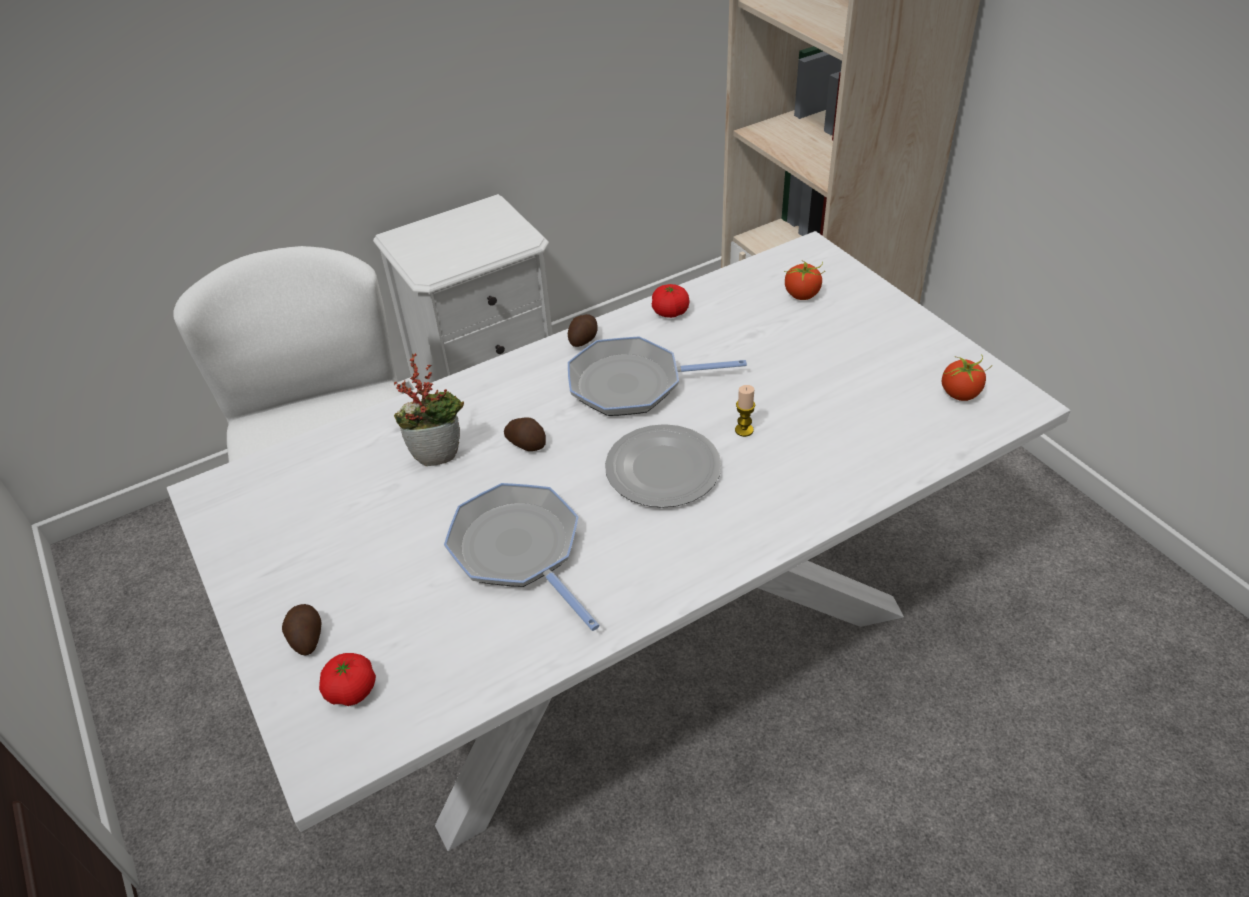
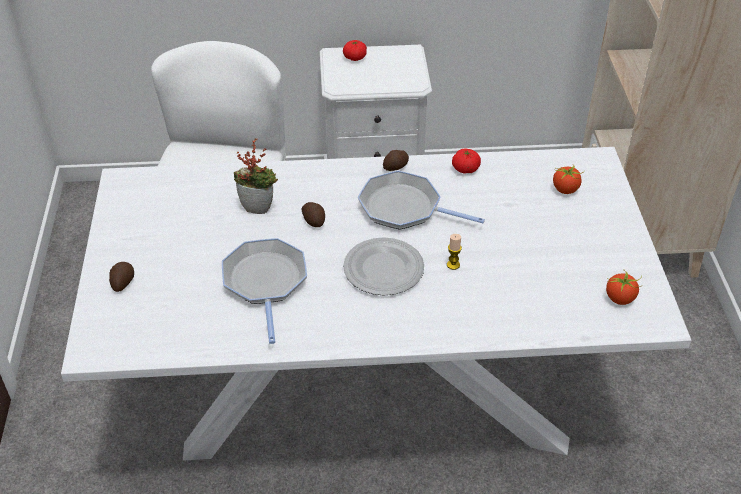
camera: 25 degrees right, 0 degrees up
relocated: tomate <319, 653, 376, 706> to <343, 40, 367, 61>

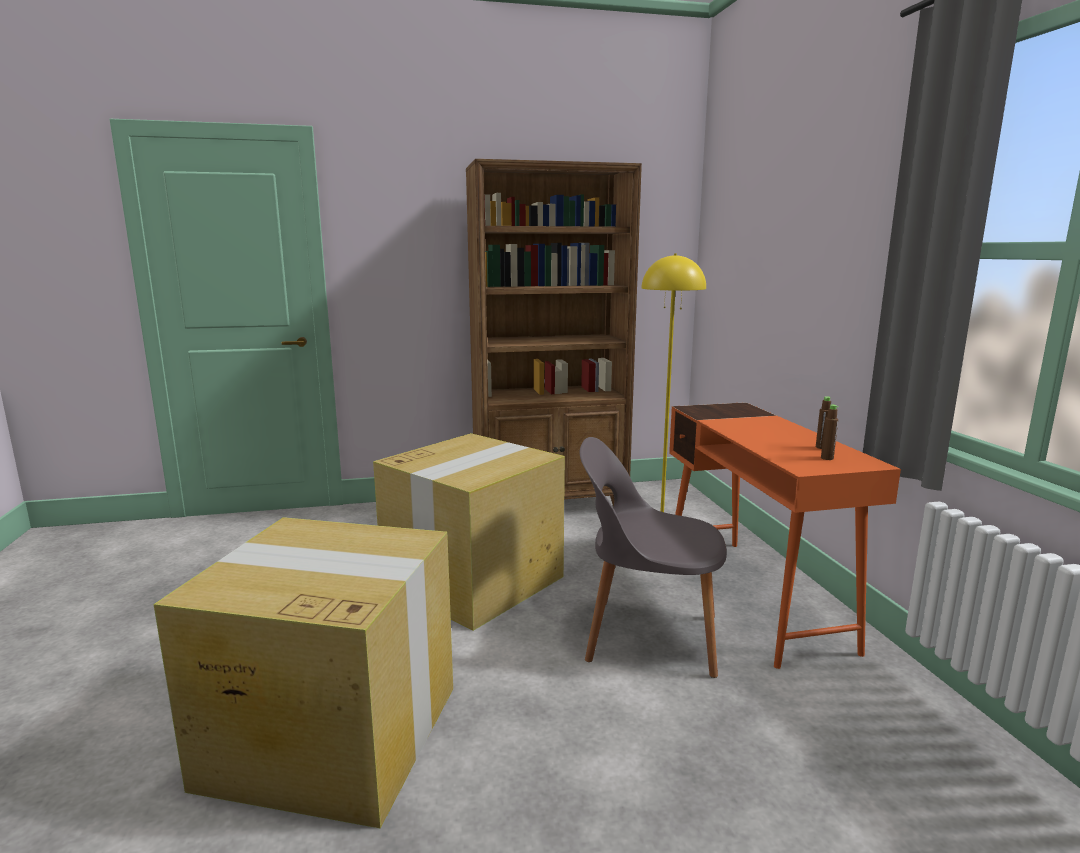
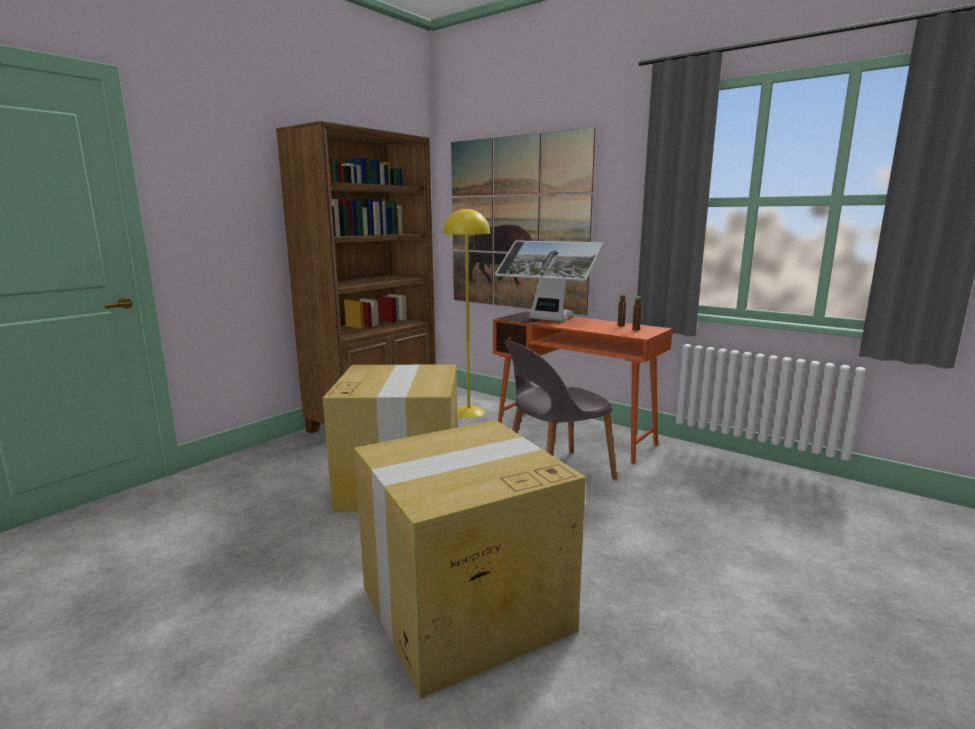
camera: 40 degrees left, 0 degrees up
appeared: cuadro <451, 127, 596, 315>; monitor <495, 240, 603, 322>

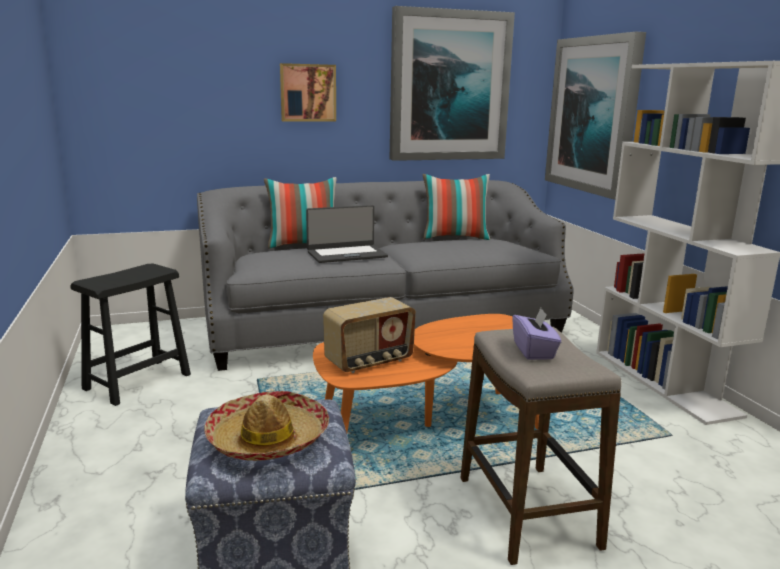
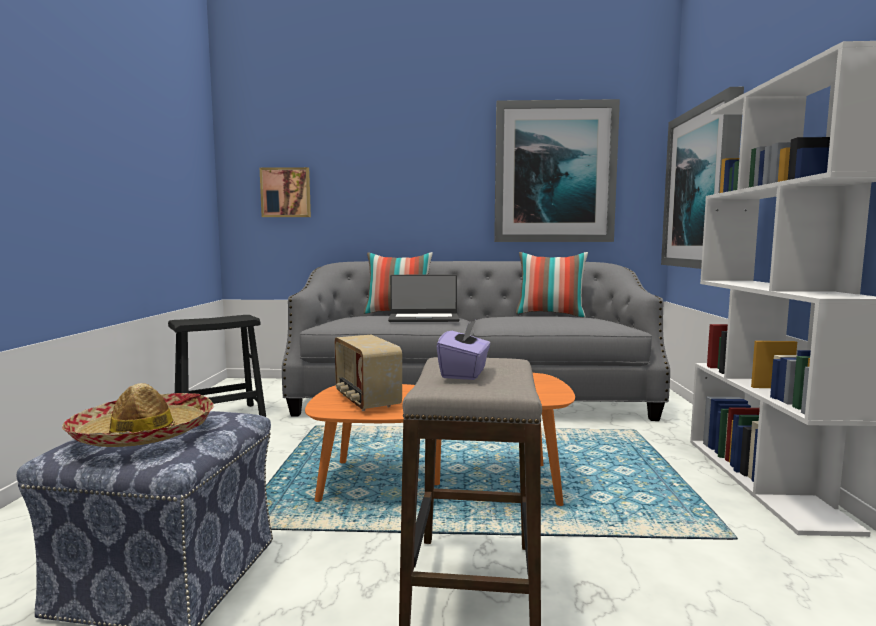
camera: 20 degrees right, 10 degrees down
relocated: cuadro <280, 63, 336, 122> to <260, 167, 311, 217>
spun: radio <323, 297, 416, 373> = <334, 335, 402, 411> 75 degrees clockwise

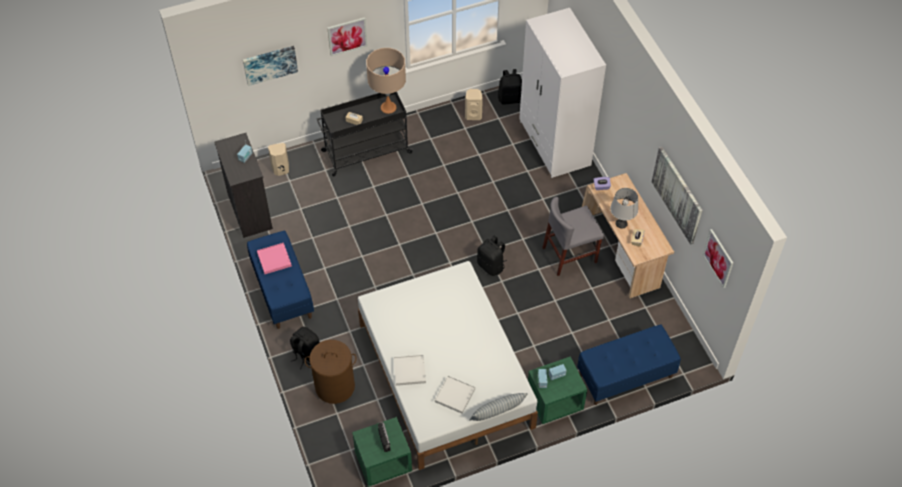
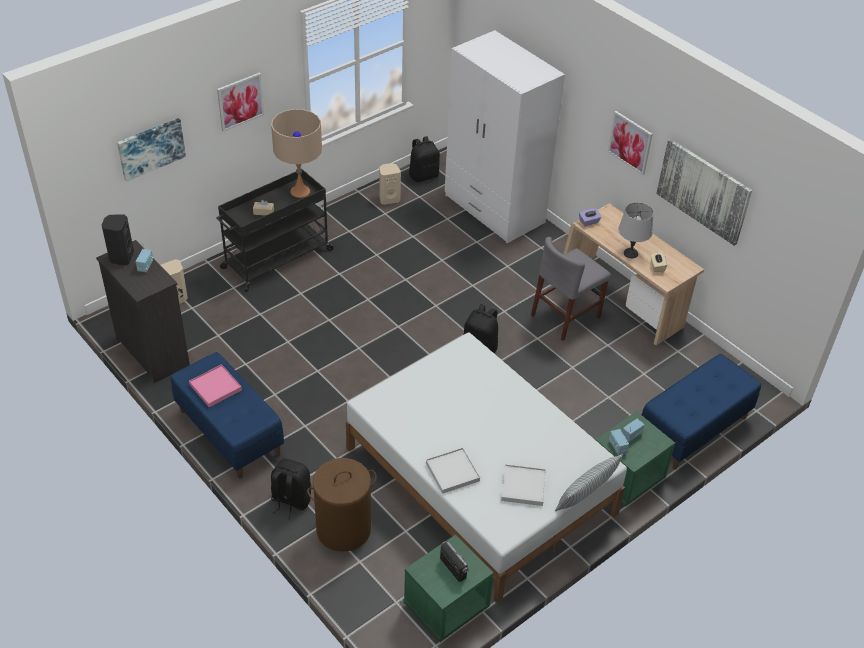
camera: 20 degrees left, 10 degrees down
appeared: altavoz [negro] <102, 214, 134, 266>
relocated: cuadro <703, 229, 733, 288> to <608, 111, 653, 175>

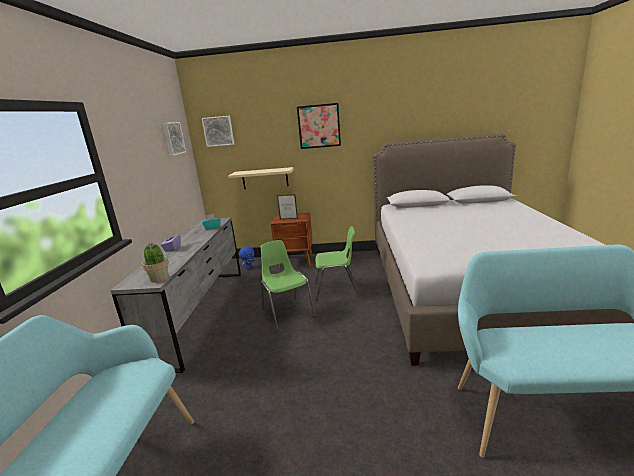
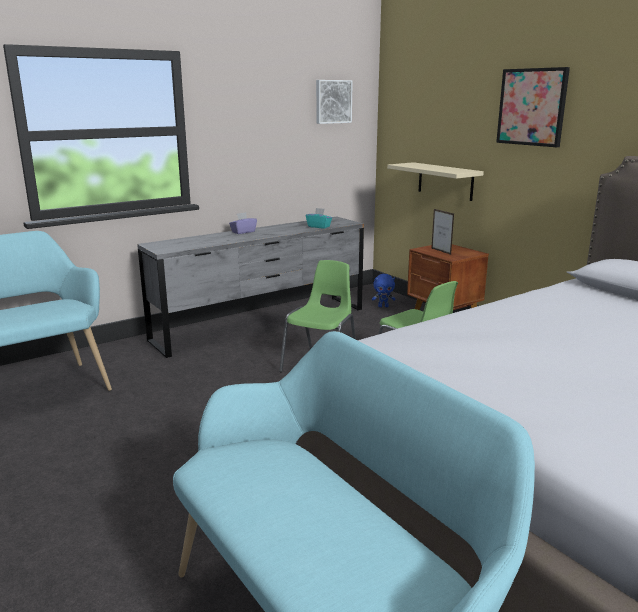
camera: 50 degrees right, 0 degrees up
missing: planta en maceta <142, 243, 169, 283>; cuadro <202, 116, 234, 147>

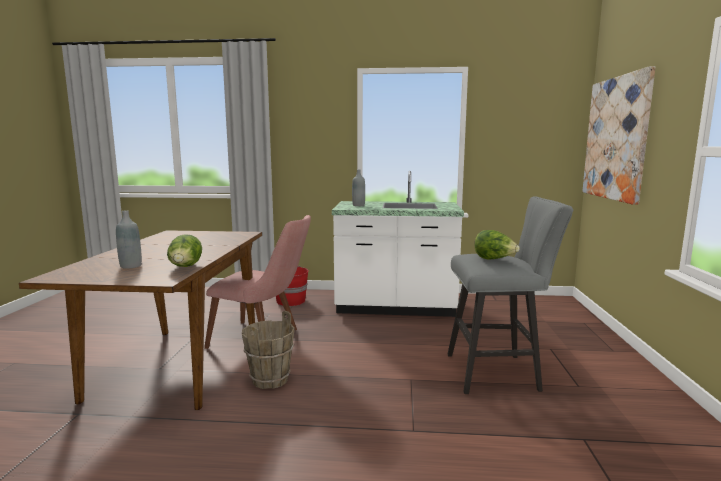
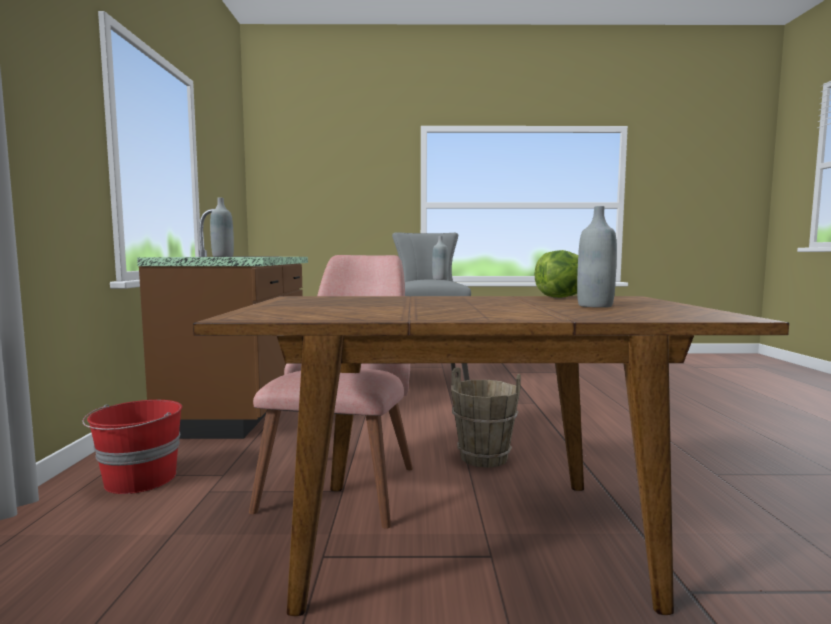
camera: 95 degrees left, 5 degrees down
missing: cuadro <582, 66, 656, 205>
exchanged: lechuga <475, 230, 520, 260> to botella [gris] <432, 236, 448, 280>
colour: mueble bajo de cocina [blanco] <332, 171, 464, 317> to mueble bajo de cocina [marrón] <137, 209, 308, 439>

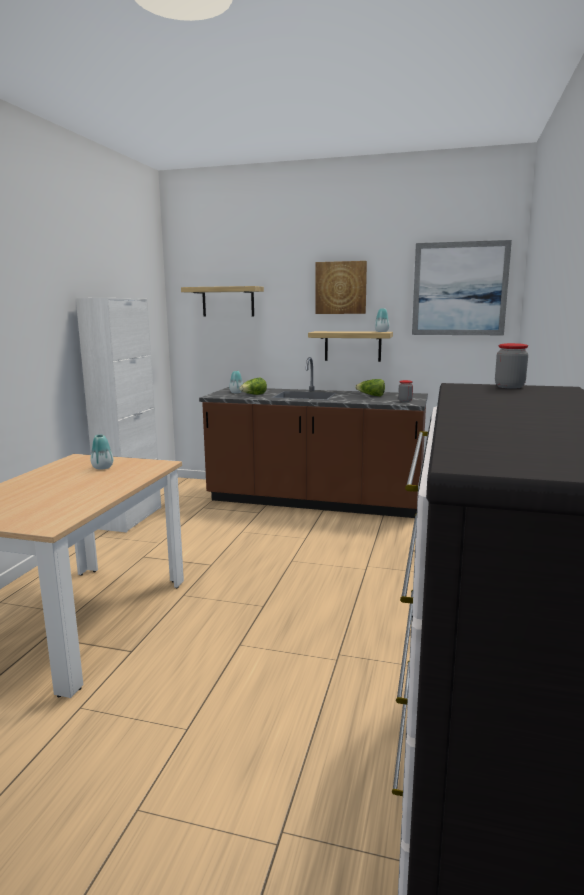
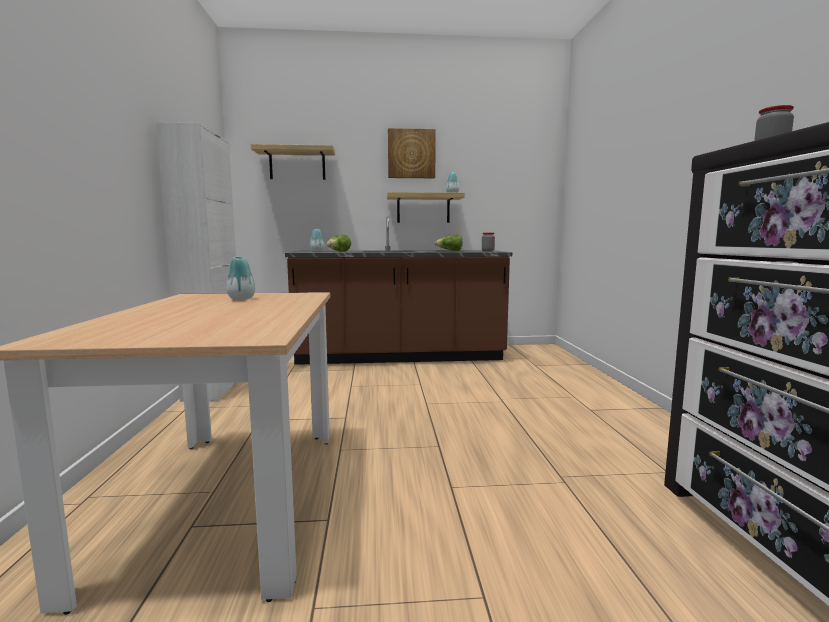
camera: 20 degrees left, 5 degrees down
missing: cuadro <412, 240, 512, 335>

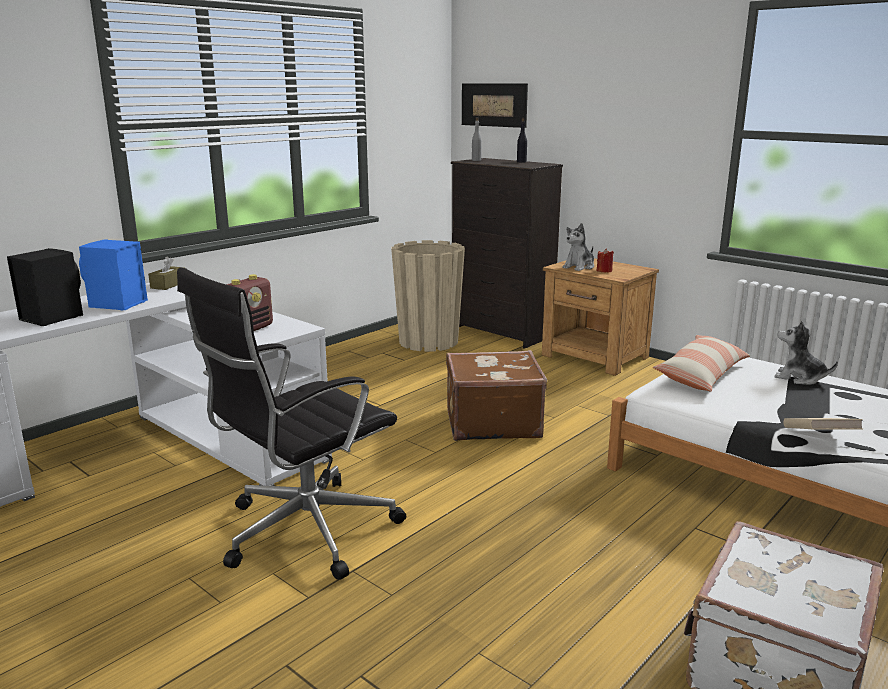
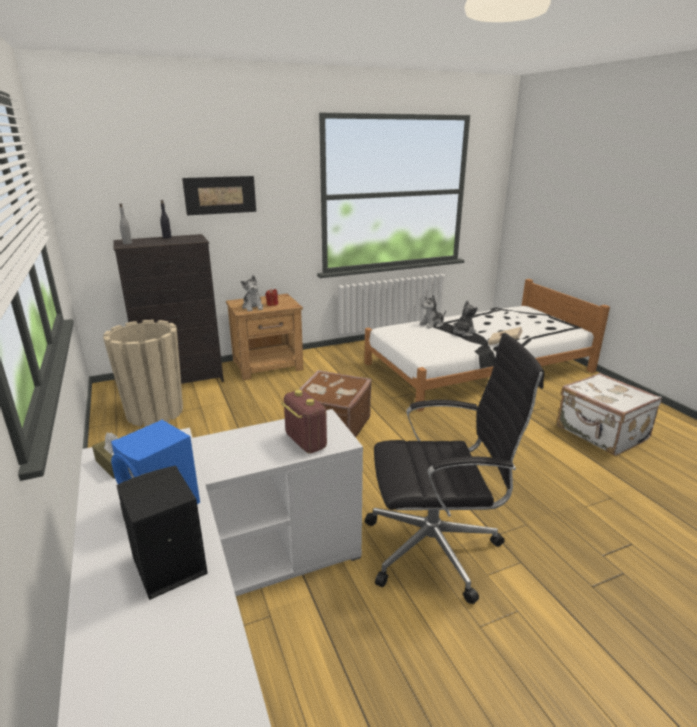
camera: 65 degrees left, 5 degrees up
missing: cojín <653, 335, 751, 391>
appeared: peluche <453, 300, 478, 337>
relocated: cuadro <462, 84, 528, 128> to <182, 176, 256, 215>
spun: silla de oficina [negro] <177, 267, 406, 580> = <365, 333, 544, 604> 75 degrees counterclockwise

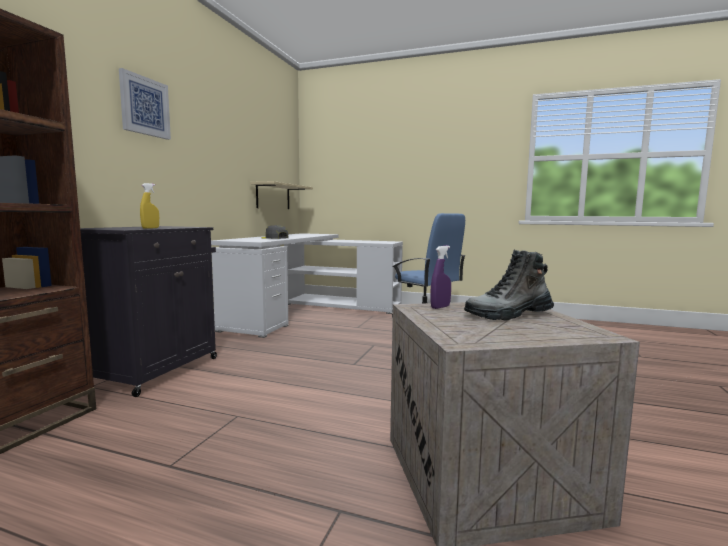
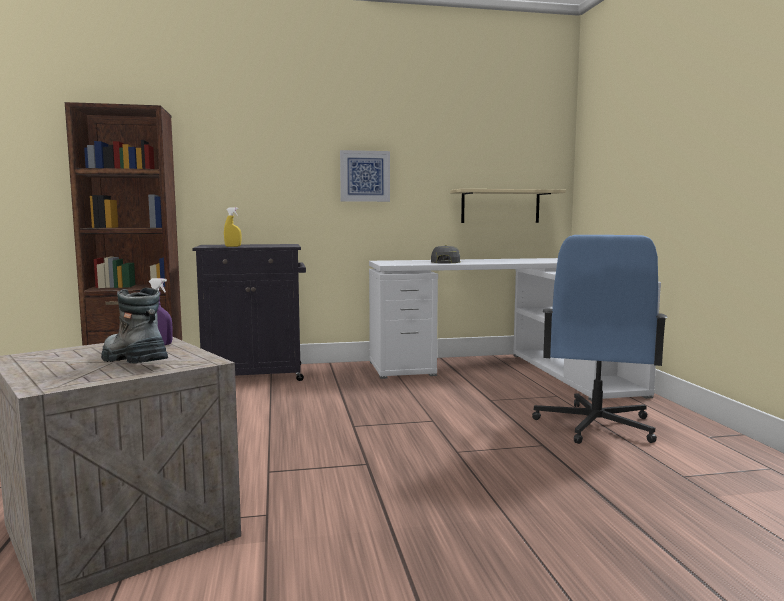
camera: 60 degrees right, 0 degrees up
relocated: cuadro <119, 68, 171, 140> to <340, 150, 390, 202>

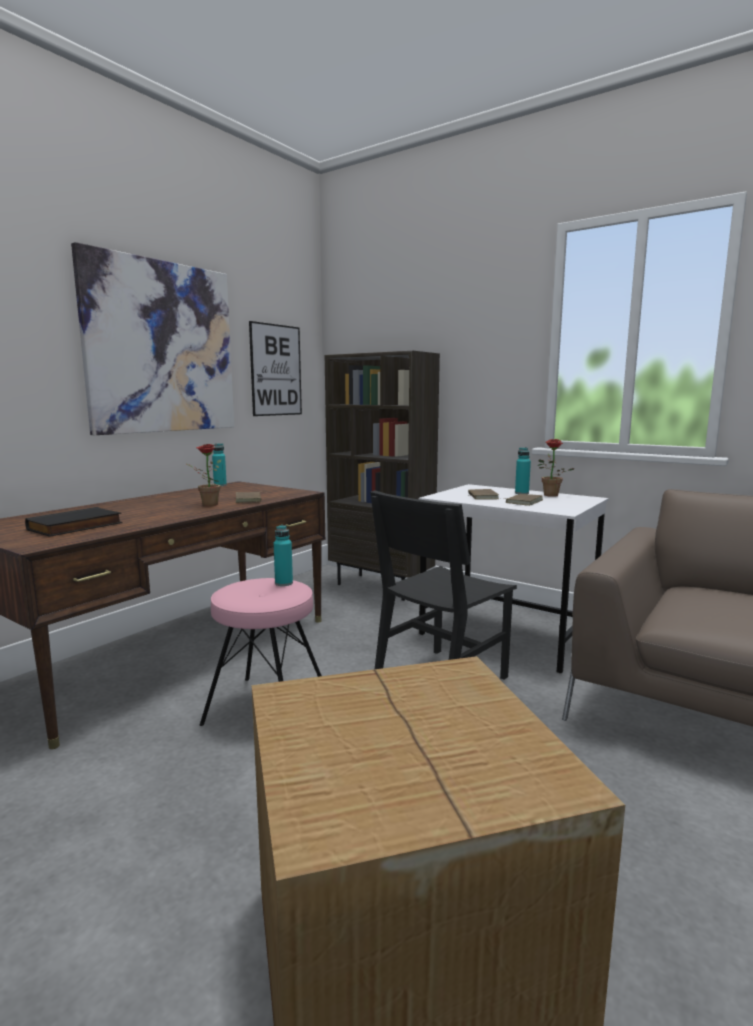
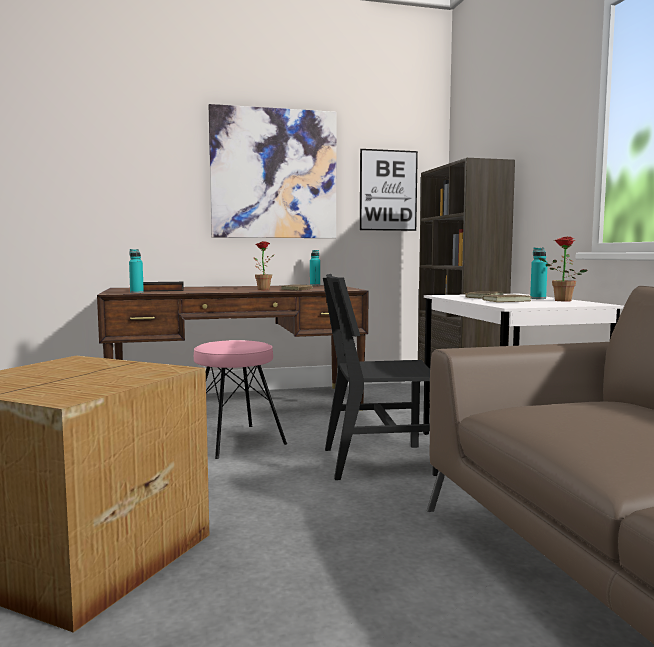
camera: 40 degrees right, 5 degrees down
relocated: botella [turquesa] <274, 525, 293, 586> to <129, 249, 144, 293>

